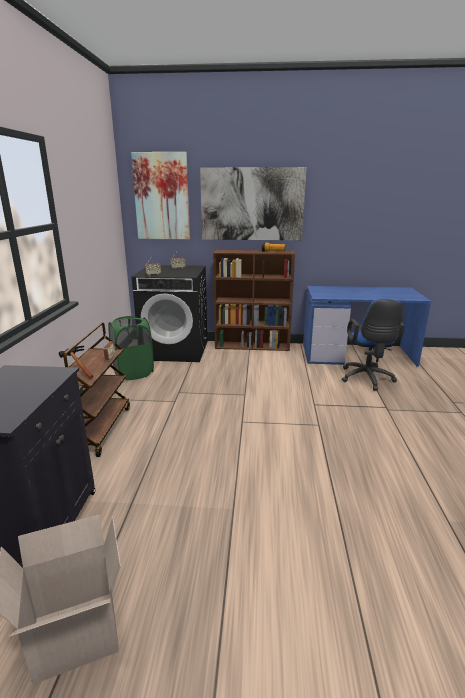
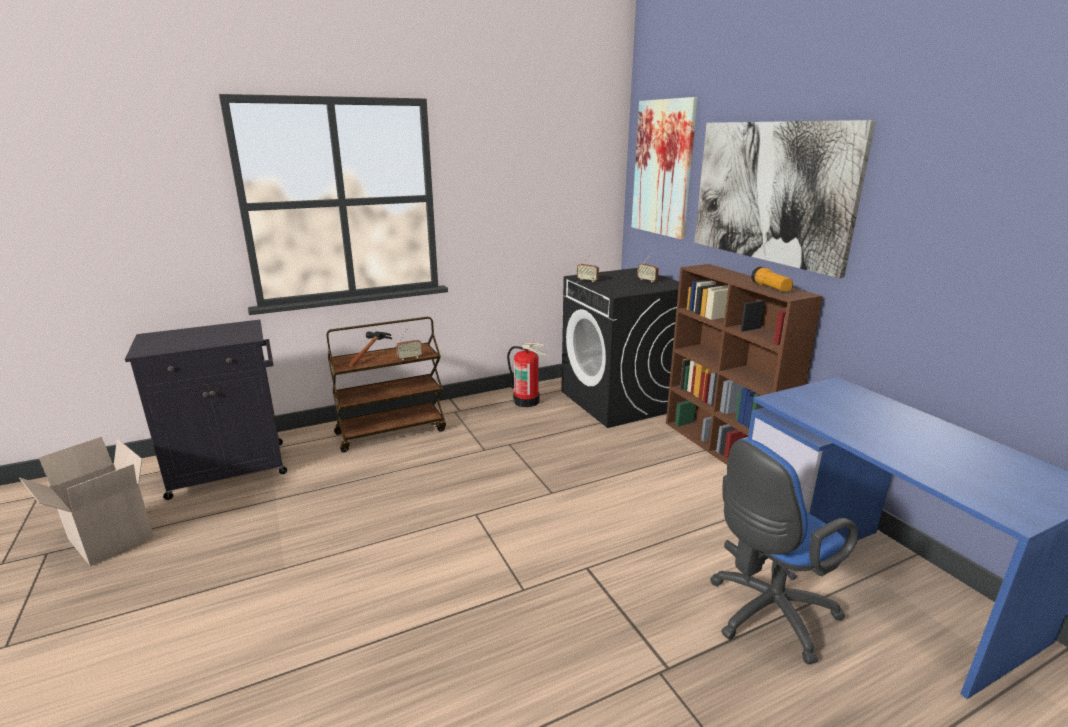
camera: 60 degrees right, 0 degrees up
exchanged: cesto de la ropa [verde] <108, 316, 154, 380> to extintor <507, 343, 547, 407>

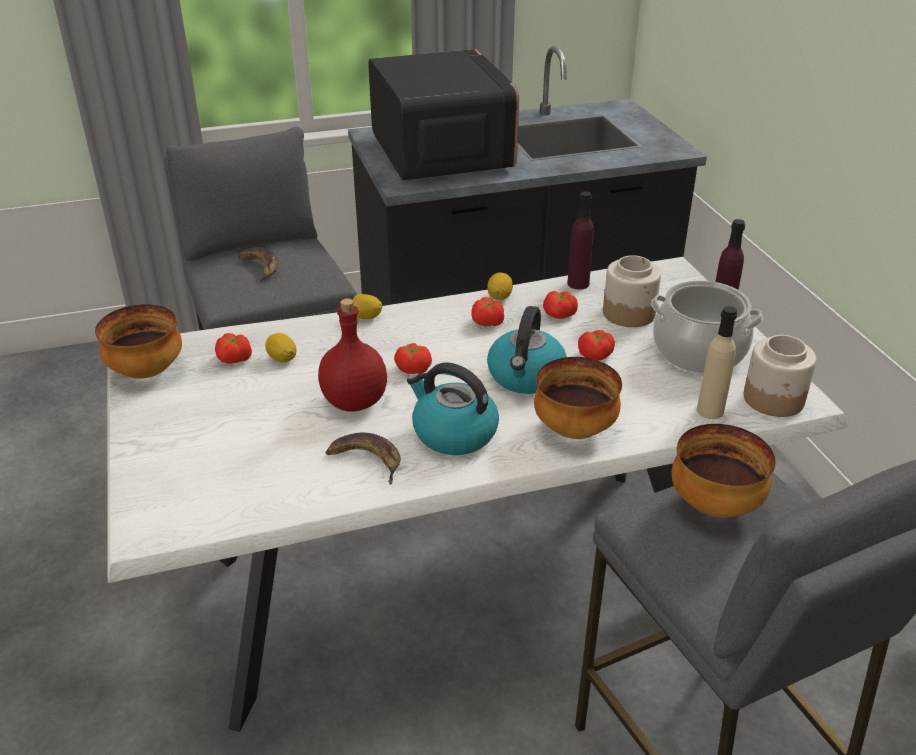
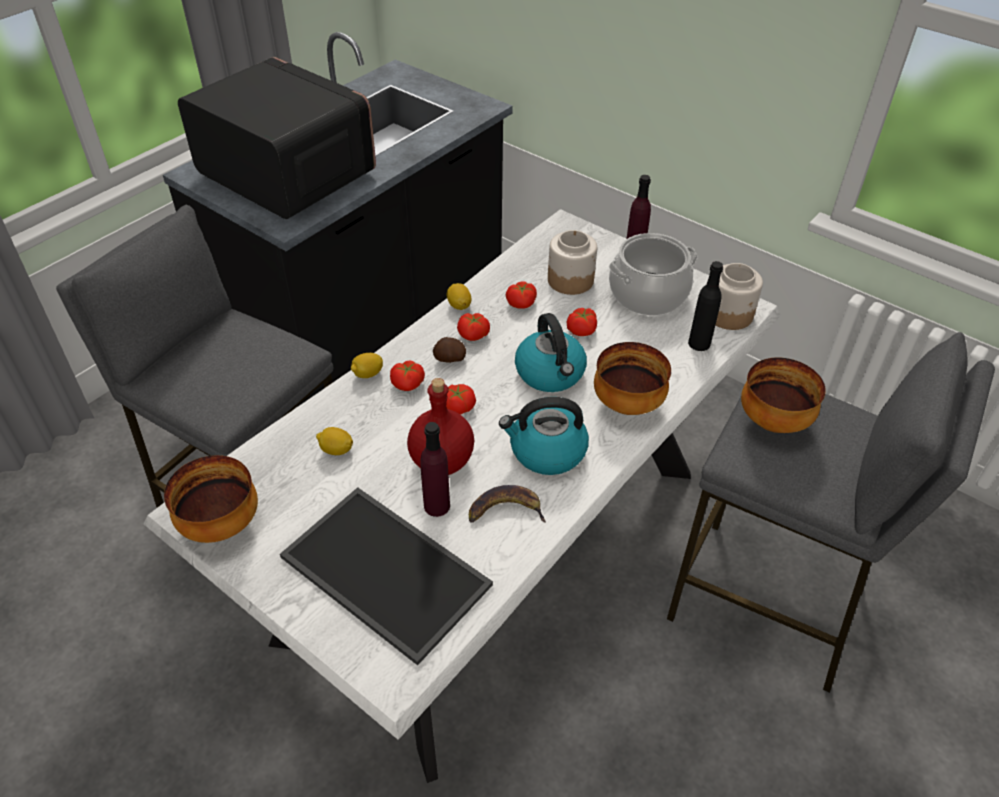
camera: 35 degrees left, 10 degrees up
missing: plátano <238, 247, 278, 285>
appeared: bandeja <280, 487, 493, 665>; patata <433, 337, 466, 363>
relocated: tomate <215, 333, 252, 364> to <390, 360, 425, 391>; botella [morado] <567, 191, 594, 290> to <420, 422, 450, 517>
colour: botella [beis] <697, 306, 737, 419> to botella [negro] <688, 261, 723, 351>

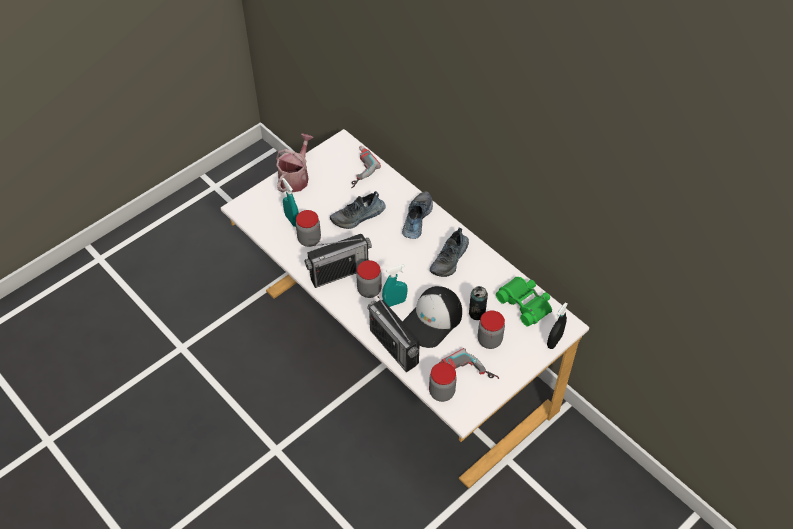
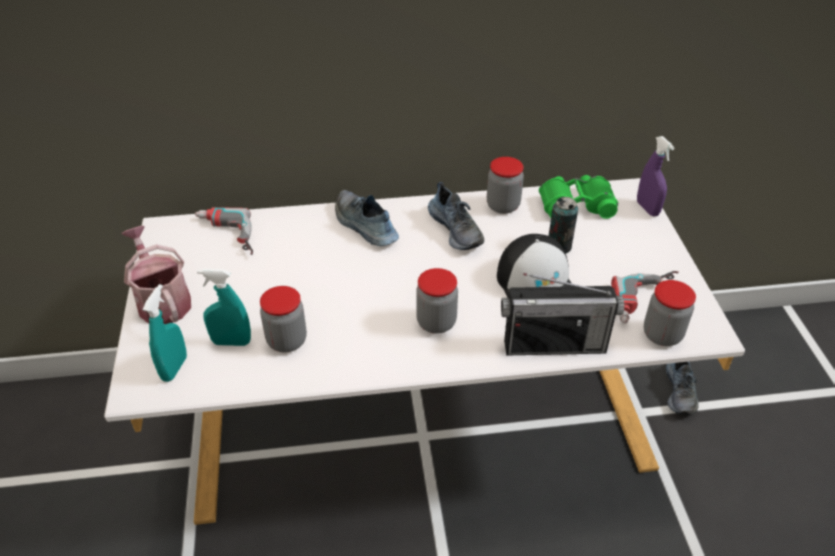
camera: 55 degrees left, 10 degrees down
missing: radio <304, 234, 372, 288>
relocated: zapato <330, 191, 386, 229> to <666, 362, 699, 415>; pulverizador [turquesa] <382, 264, 407, 307> to <143, 284, 187, 382>; tarro <478, 311, 505, 349> to <487, 157, 524, 214>
colour: pulverizador [negro] <547, 303, 568, 349> to pulverizador [morado] <637, 136, 674, 216>

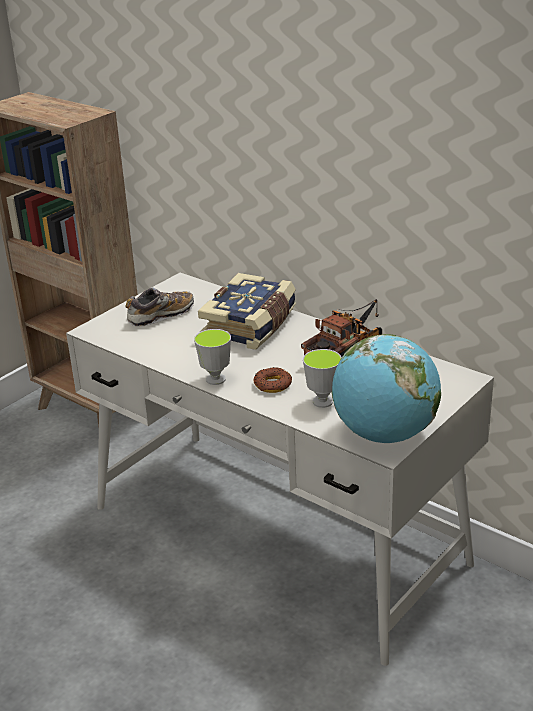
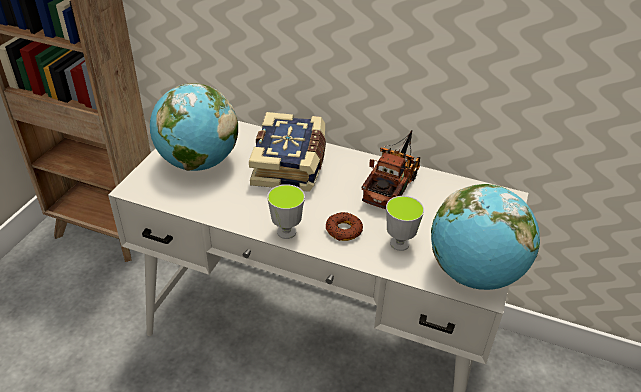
camera: 20 degrees left, 10 degrees up
exchanged: zapato <125, 288, 194, 326> to globo terráqueo <150, 83, 238, 171>

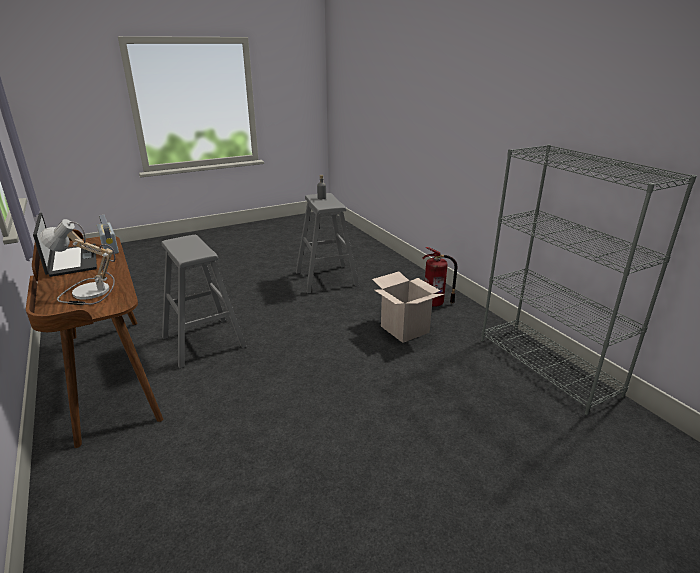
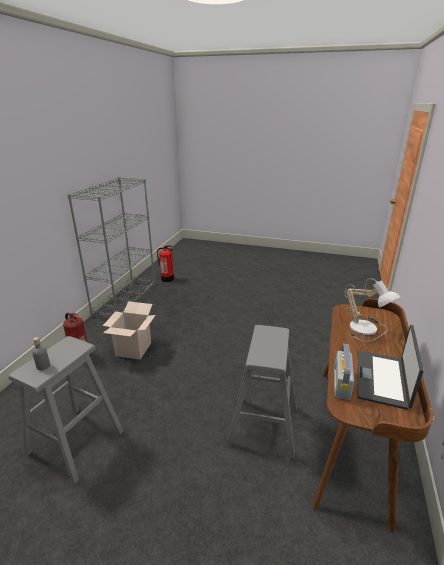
camera: 135 degrees left, 0 degrees up
appeared: extintor <157, 245, 174, 282>

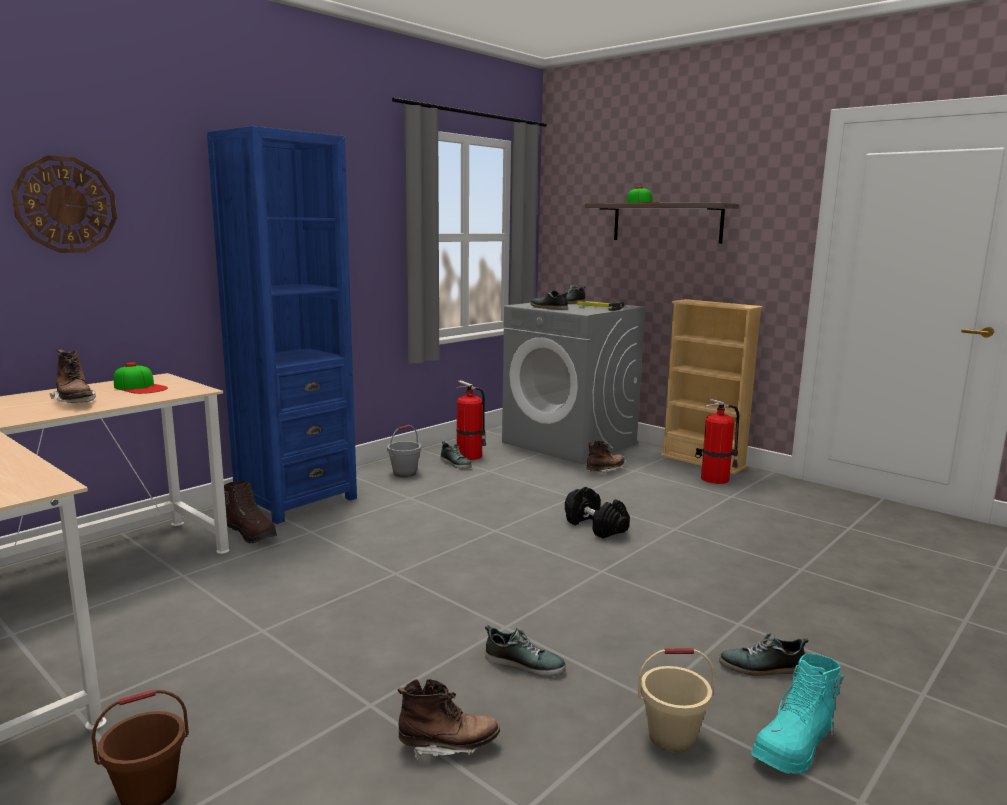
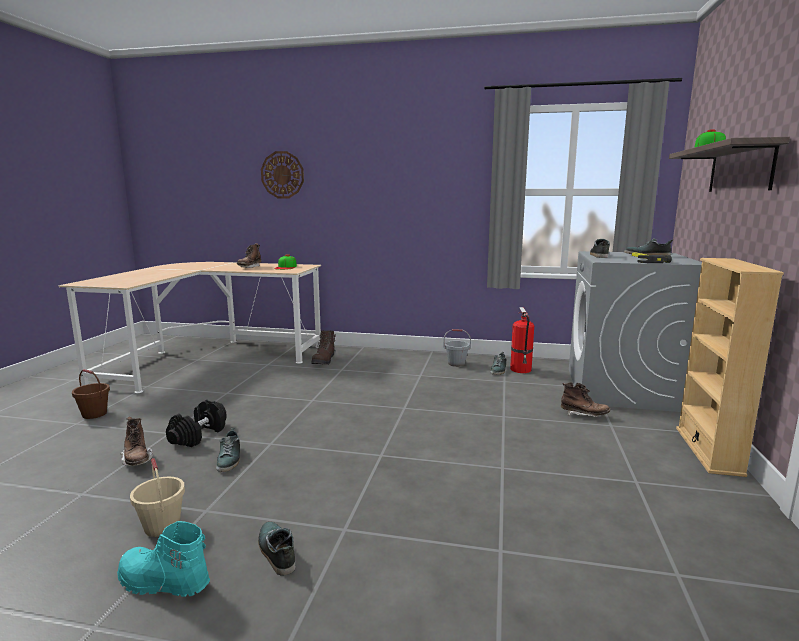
camera: 60 degrees right, 0 degrees up
missing: estantería [azul] <207, 126, 357, 524>; extintor <701, 398, 739, 484>
relocated: mancuerna [negro] <565, 487, 630, 538> to <166, 400, 227, 447>

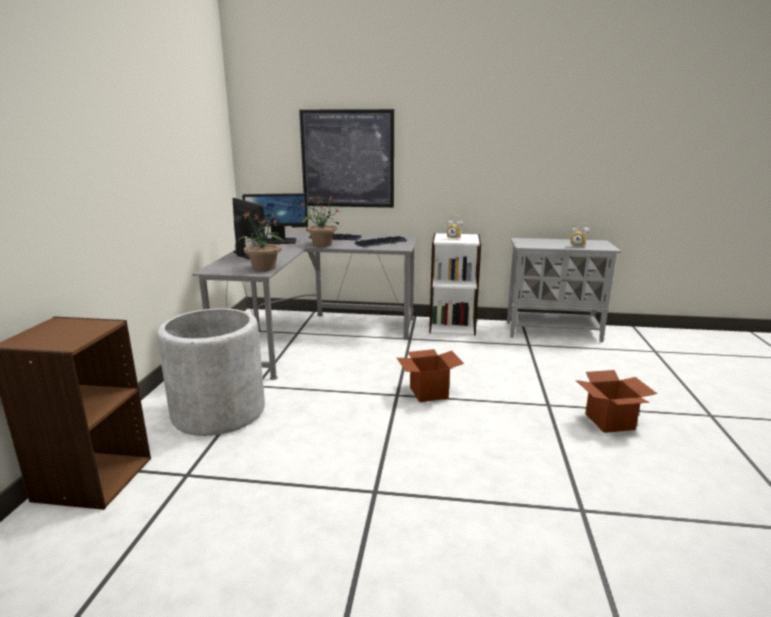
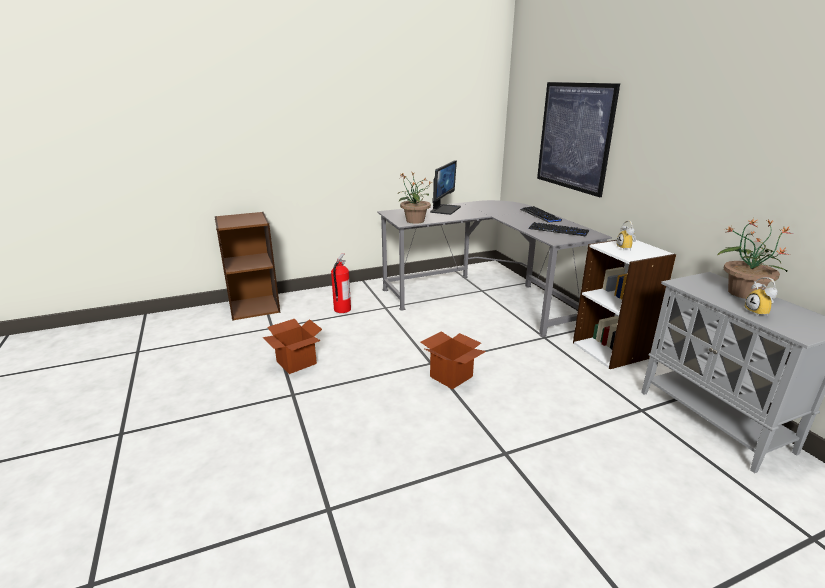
camera: 60 degrees right, 5 degrees up
missing: monitor <242, 193, 308, 244>
relocated: planta en maceta <300, 195, 340, 247> to <717, 219, 793, 299>; caja de cartón <576, 370, 657, 433> to <263, 319, 322, 374>
exchanged: maceta [gris] <157, 308, 265, 436> to extintor <331, 253, 351, 313>

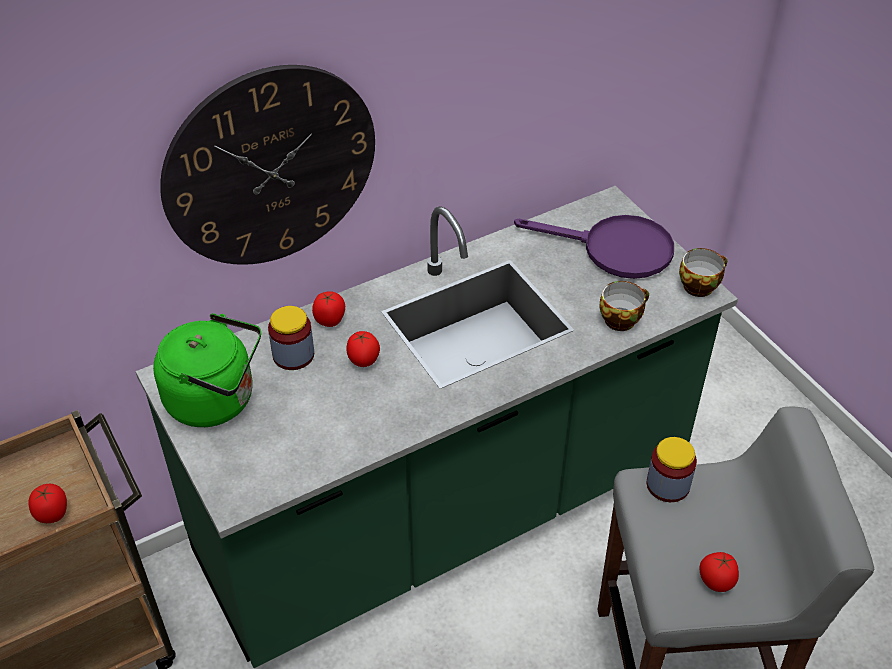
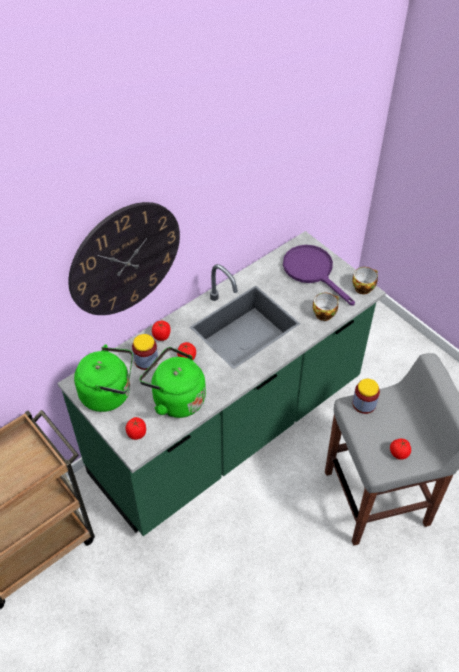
camera: 10 degrees left, 5 degrees up
appeared: hervidor [verde] <140, 347, 206, 418>
relocated: tomate <28, 484, 67, 523> to <125, 417, 146, 440>
spun: sartén [morado] <514, 215, 674, 279> = <283, 245, 355, 306> 135 degrees counterclockwise

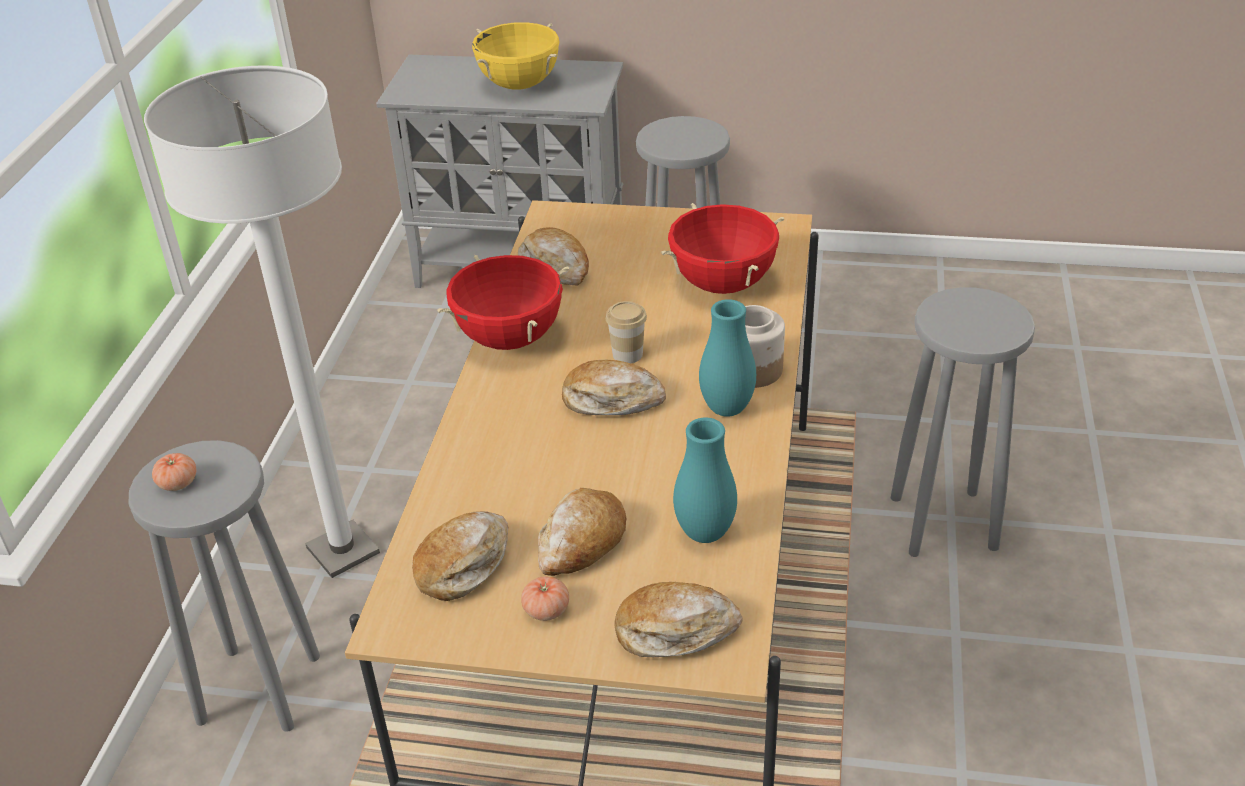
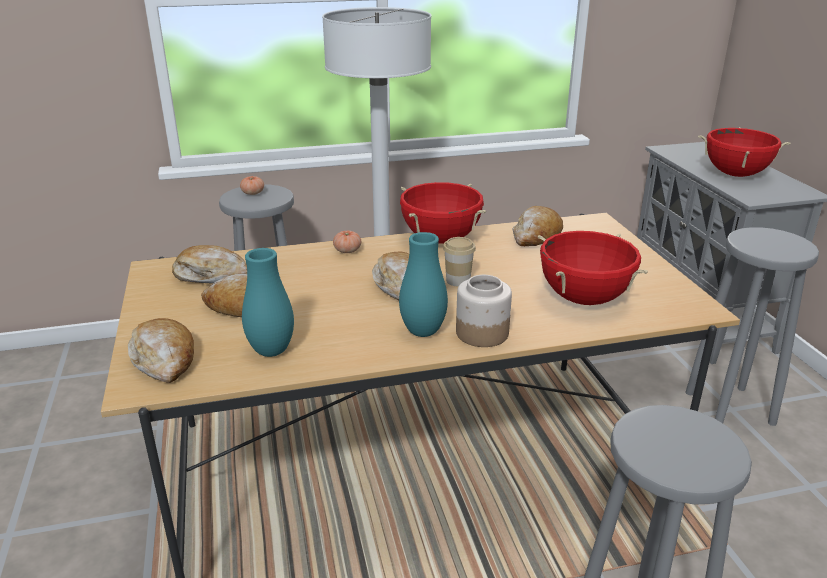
camera: 65 degrees right, 10 degrees down
relocated: tomate <521, 576, 569, 621> to <333, 231, 361, 253>
colour: olla [amarillo] <472, 22, 559, 90> to olla [rojo] <698, 127, 790, 177>

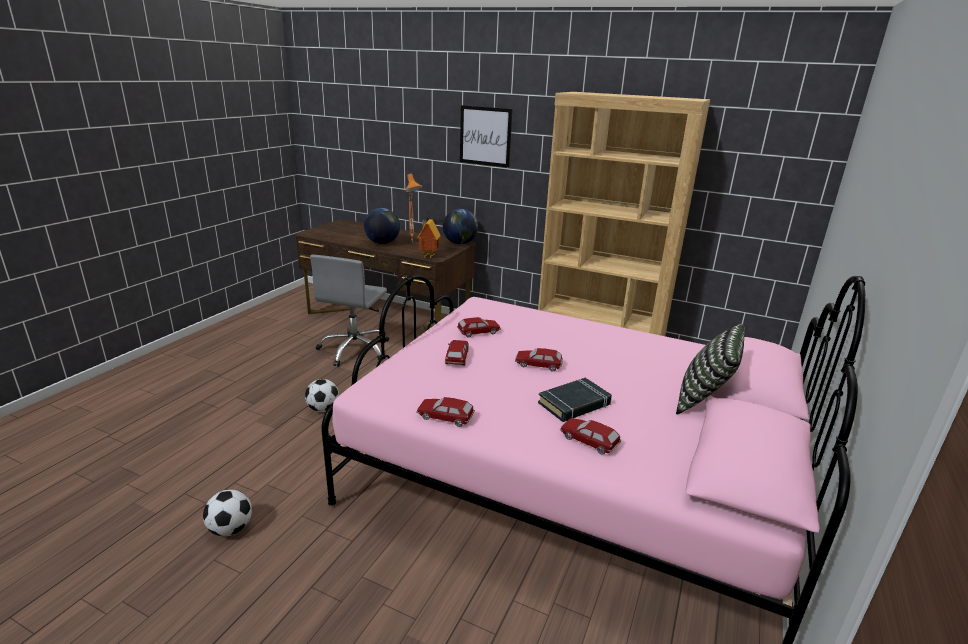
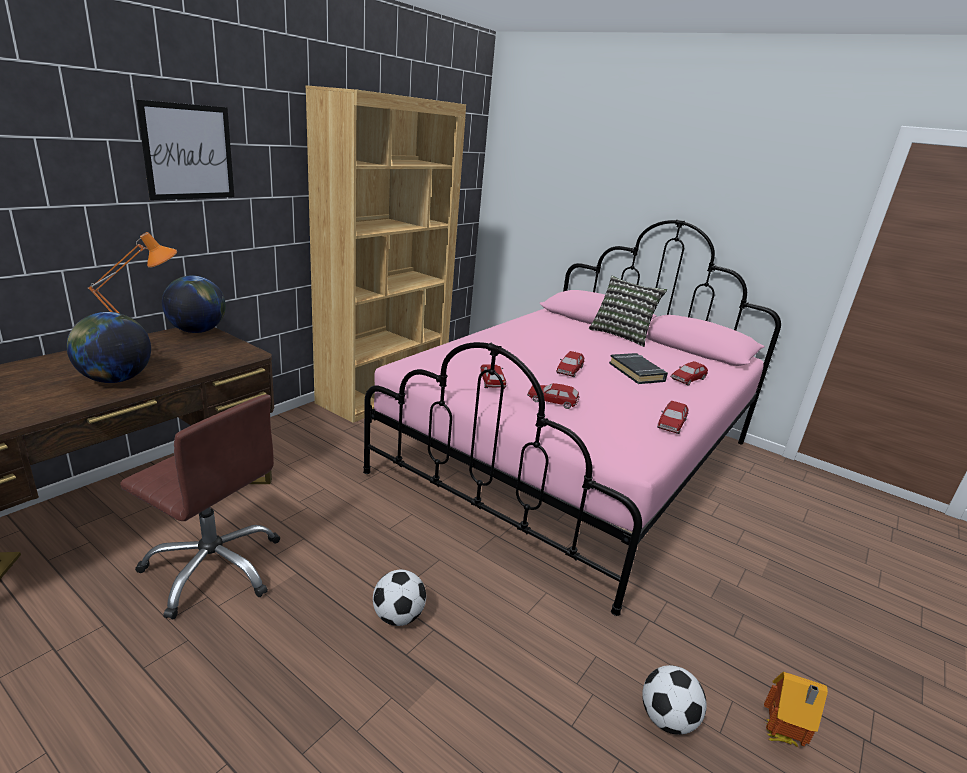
camera: 80 degrees left, 0 degrees up
relocated: casita <417, 219, 441, 259> to <764, 672, 828, 748>
colour: silla de oficina [gris] <310, 255, 389, 367> to silla de oficina [marrón] <120, 394, 280, 619>

